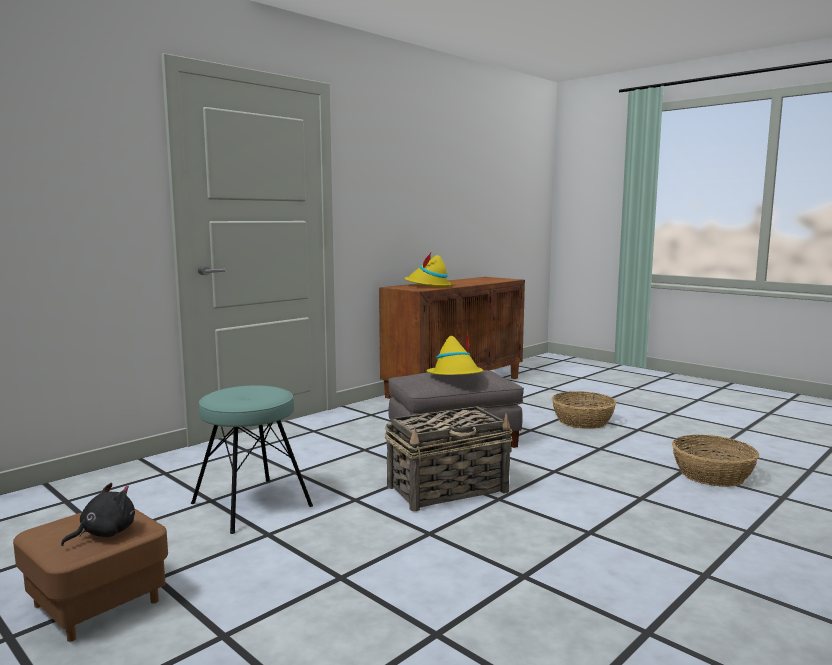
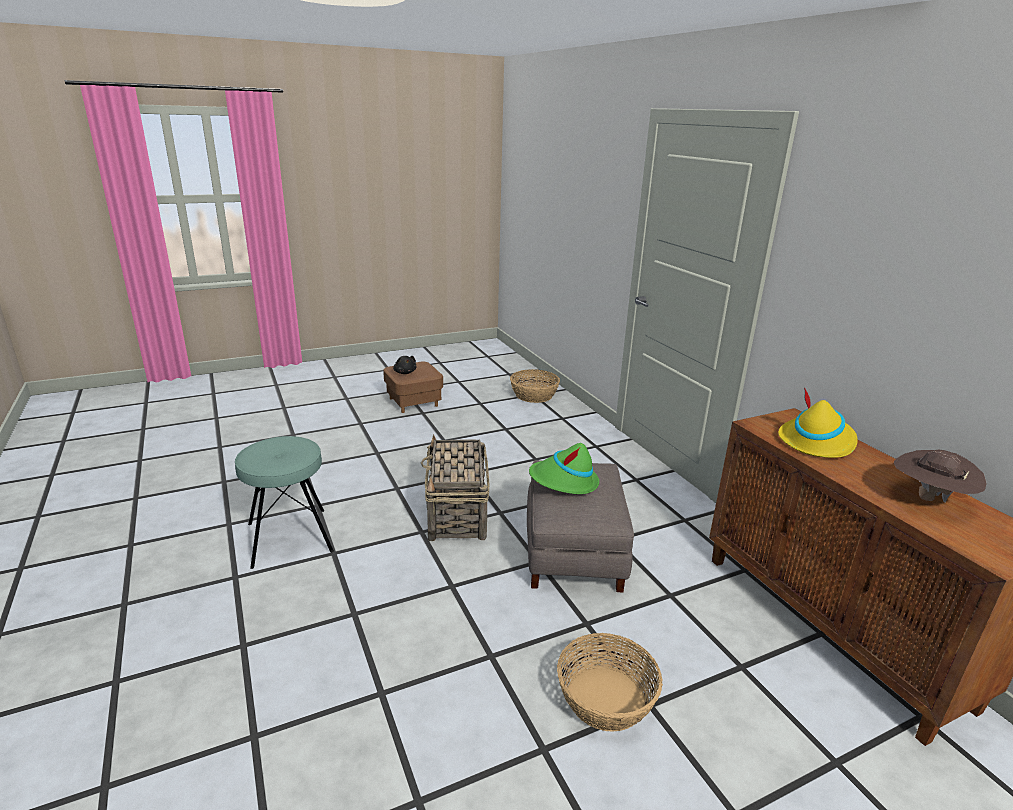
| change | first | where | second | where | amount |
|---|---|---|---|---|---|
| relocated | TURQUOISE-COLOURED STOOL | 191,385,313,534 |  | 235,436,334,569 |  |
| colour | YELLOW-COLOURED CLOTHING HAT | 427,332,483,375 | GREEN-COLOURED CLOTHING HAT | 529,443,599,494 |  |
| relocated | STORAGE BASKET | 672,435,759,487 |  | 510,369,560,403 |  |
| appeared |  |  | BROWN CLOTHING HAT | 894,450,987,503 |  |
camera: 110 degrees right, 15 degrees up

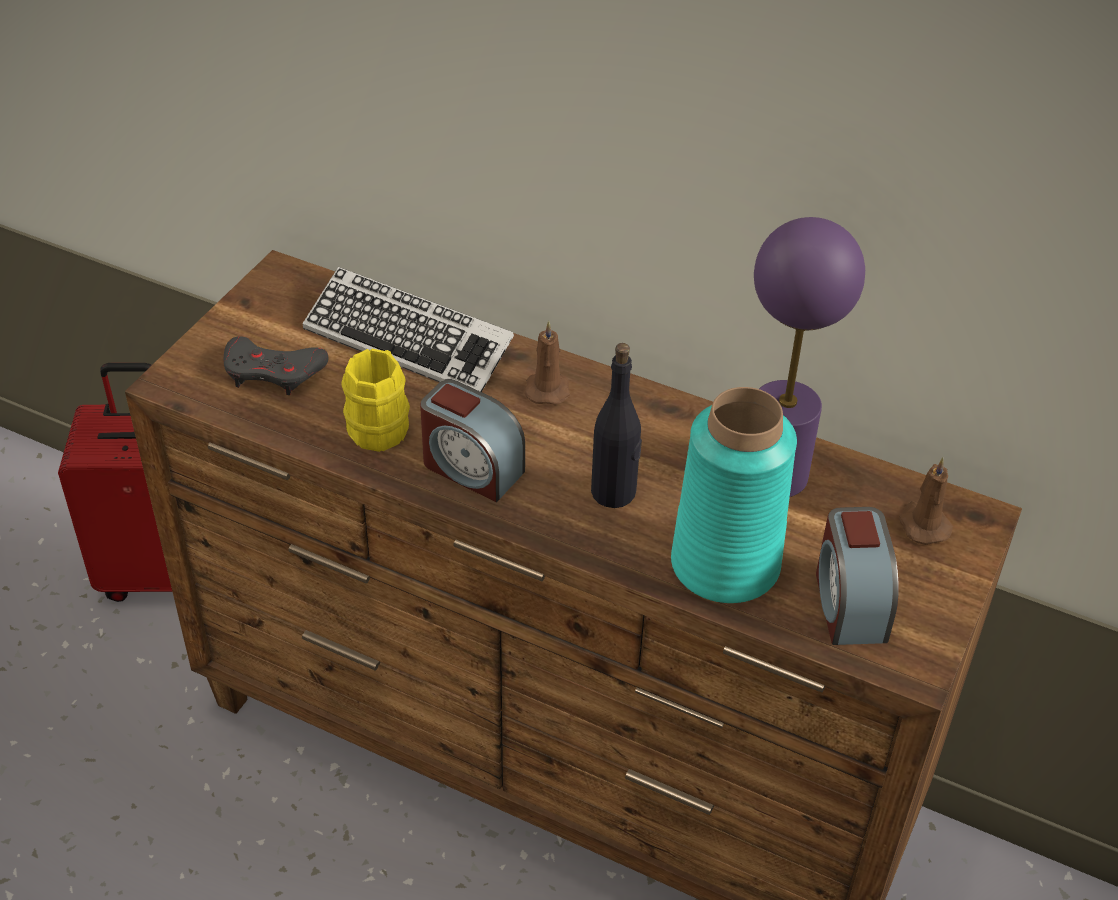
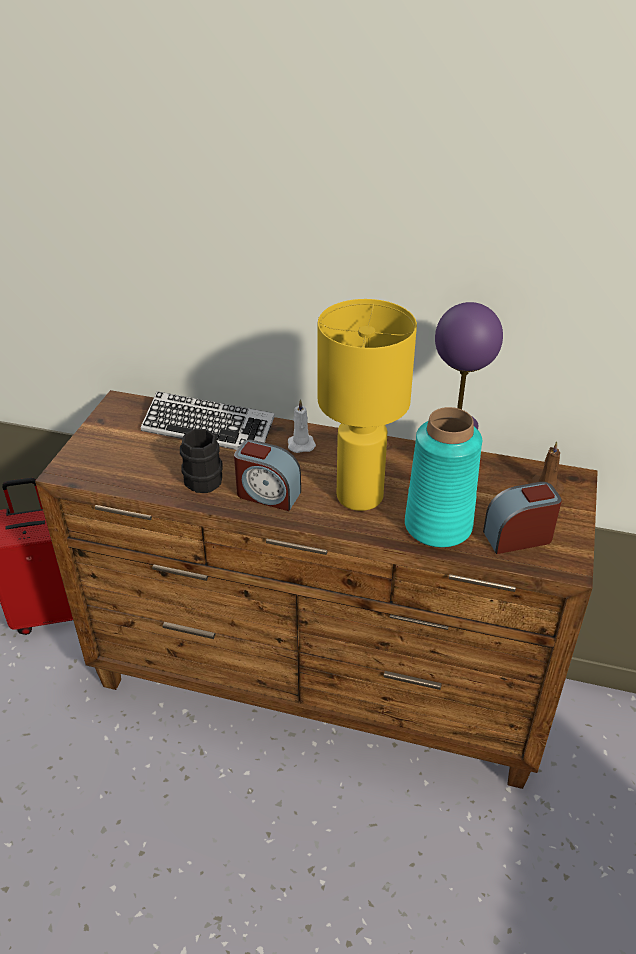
| change | first | where | second | where | amount |
|---|---|---|---|---|---|
| missing | GREY GAME CONTROLLER | 223,336,328,395 |  |  |  |
| colour | YELLOW-COLOURED TEA MUG | 341,349,410,452 | BLACK-COLOURED TEA MUG | 180,429,223,493 |  |
| colour | BROWN WAX LIGHT | 524,321,570,405 | WHITE WAX LIGHT | 288,399,316,453 |  |
| exchanged | BLACK-COLOURED BOTTLE | 591,343,642,508 | YELLOW-COLOURED LAMP FOR A TABLE | 318,299,417,511 |  |
| spun | TABLE CLOCK | 816,507,899,645 |  | 483,482,562,554 | 90 degrees clockwise |
camera: 10 degrees left, 5 degrees down

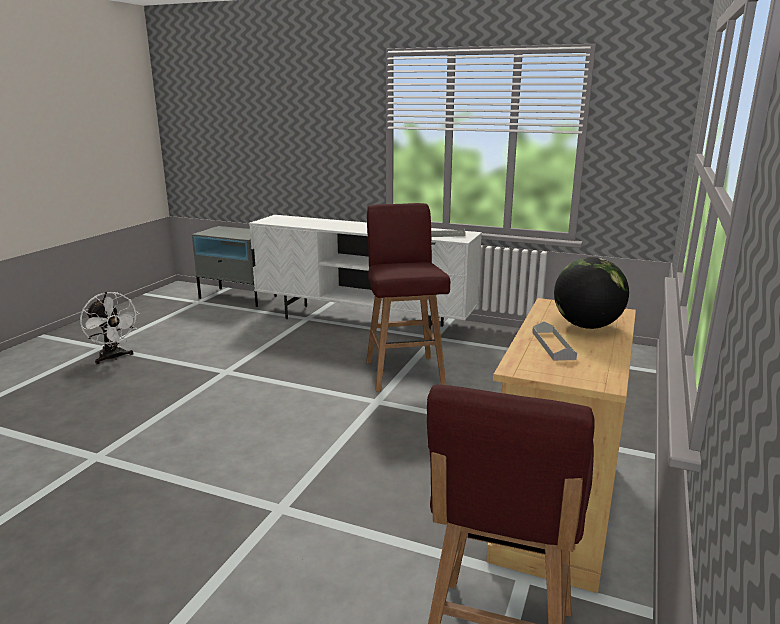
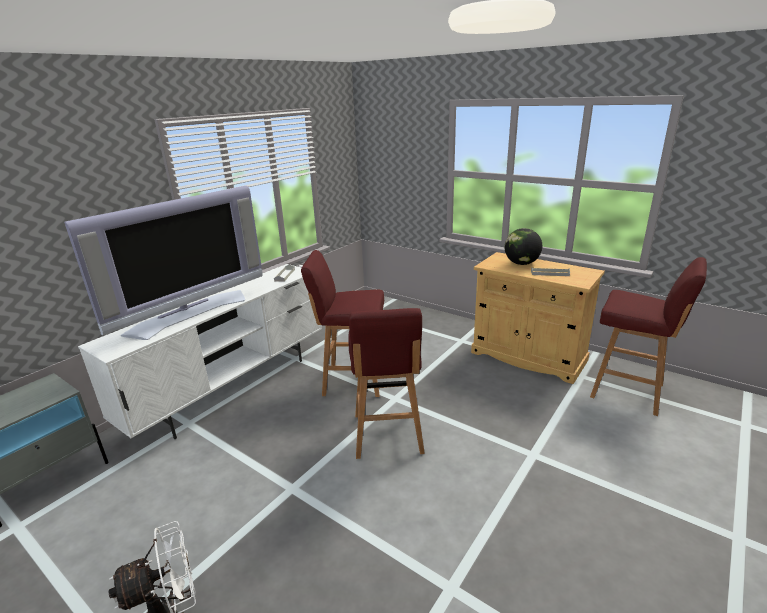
| change | first | where | second | where | amount |
|---|---|---|---|---|---|
| appeared |  |  | TV | 64,186,263,340 |  |
| appeared |  |  | RED-COLOURED STOOL | 349,308,425,459 |  |
camera: 75 degrees left, 5 degrees up

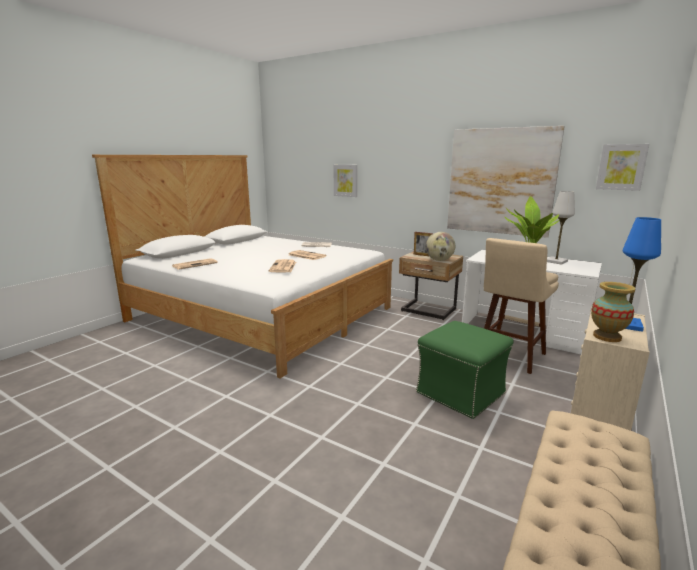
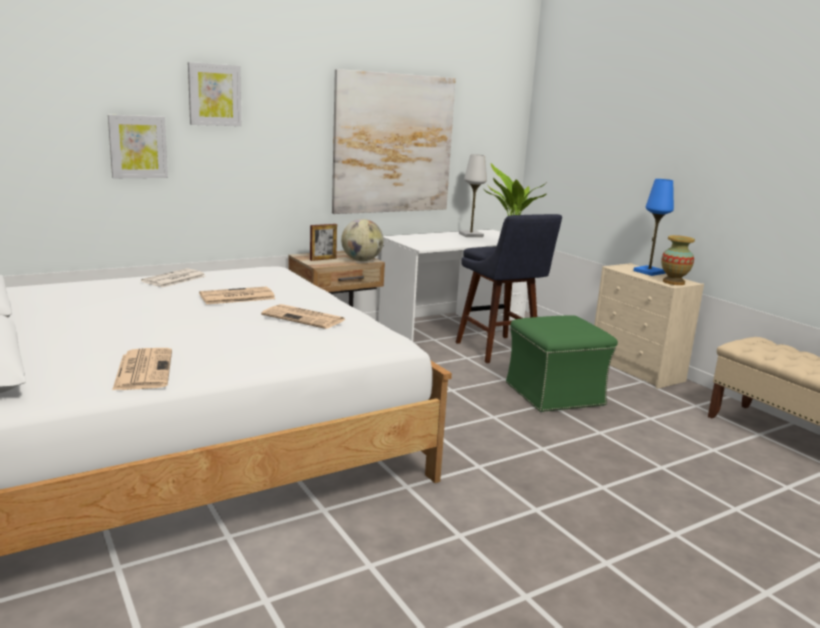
| change | first | where | second | where | amount |
|---|---|---|---|---|---|
| colour | SAND-COLOURED STOOL | 484,238,559,374 | BLUE-COLOURED STOOL | 455,214,562,363 |  |
| relocated | WALL ART | 596,144,649,191 |  | 188,62,241,126 |  |
camera: 65 degrees left, 0 degrees up

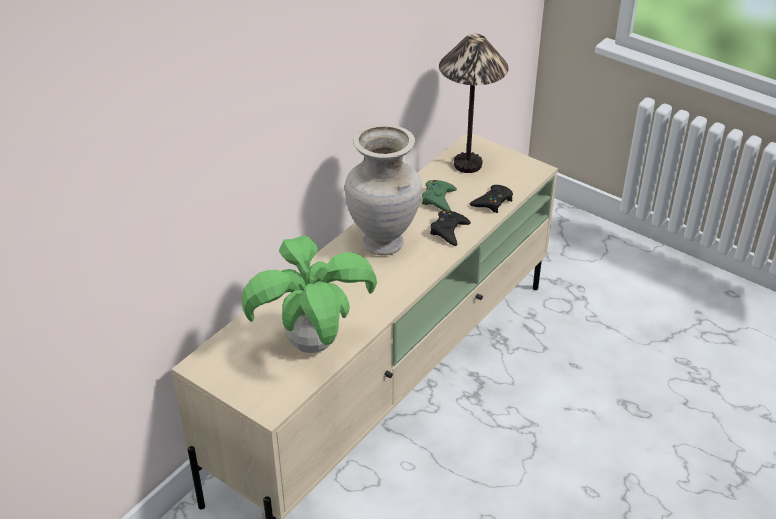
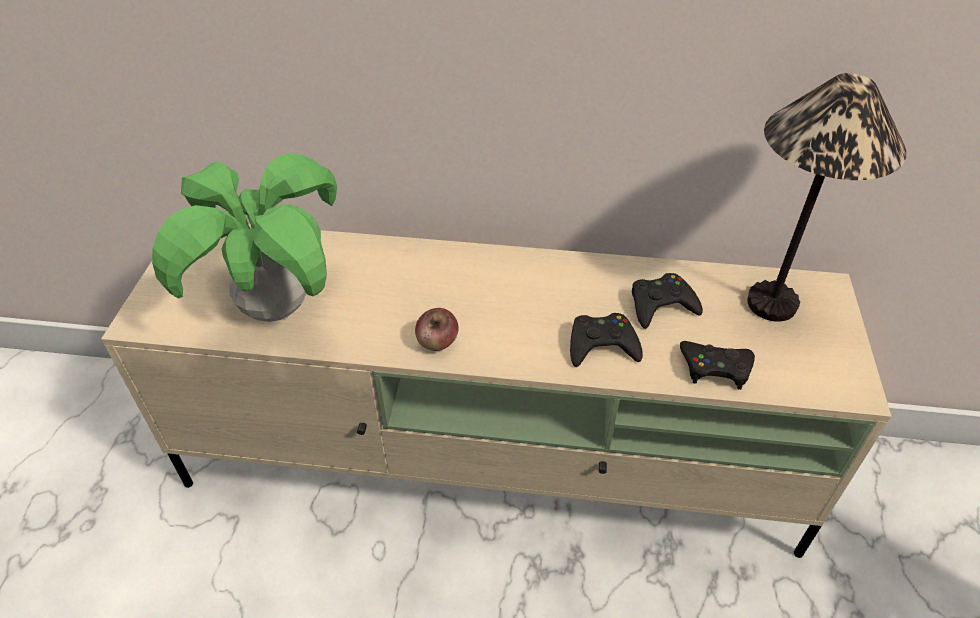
| change | first | where | second | where | amount |
|---|---|---|---|---|---|
| missing | SAND-COLOURED DECORATIVE VASE | 345,124,422,255 |  |  |  |
| colour | GREEN-COLOURED GAME CONTROLLER | 422,180,457,211 | BLACK-COLOURED GAME CONTROLLER | 632,273,703,329 |  |
| appeared |  |  | APPLE FRUIT | 415,308,459,351 |  |
camera: 60 degrees right, 5 degrees up

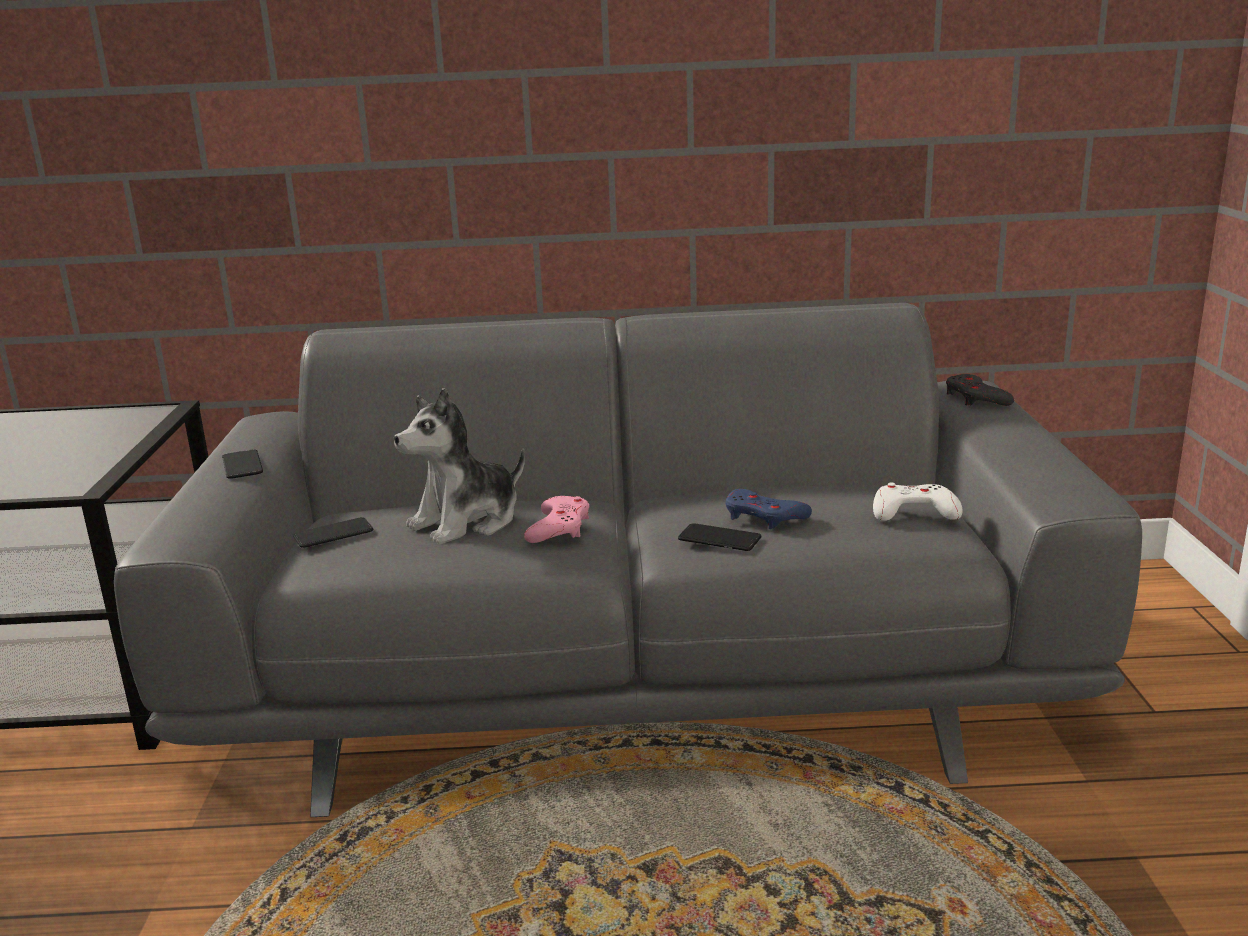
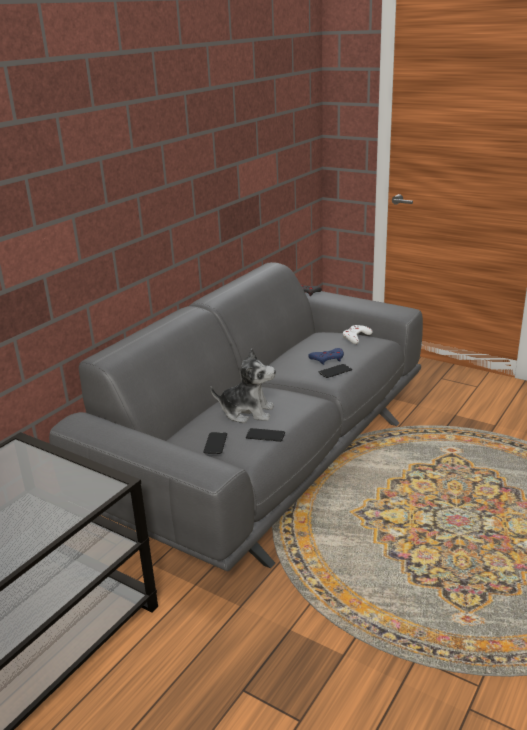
| change | first | where | second | where | amount |
|---|---|---|---|---|---|
| relocated | HANDSET | 222,449,263,479 |  | 246,428,285,442 |  |
| spun | PLUSH TOY | 394,388,525,544 |  | 210,348,276,423 | 75 degrees counterclockwise |
| missing | PINK GAME CONTROLLER | 524,496,589,543 |  |  |  |
camera: 55 degrees left, 5 degrees up

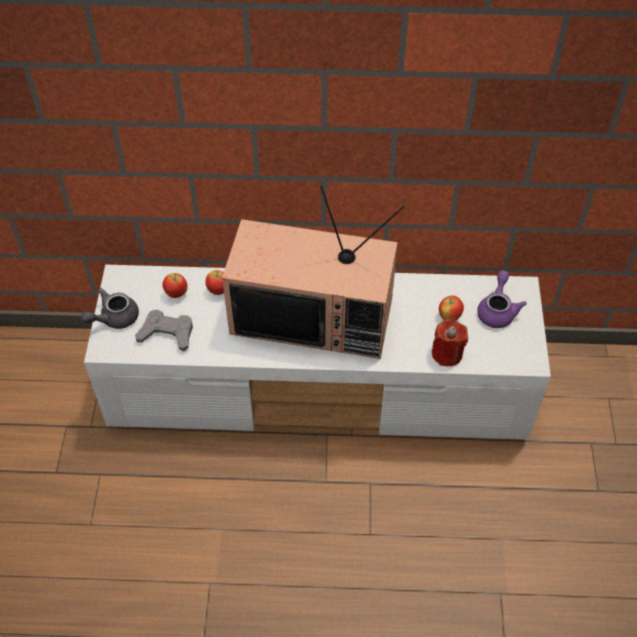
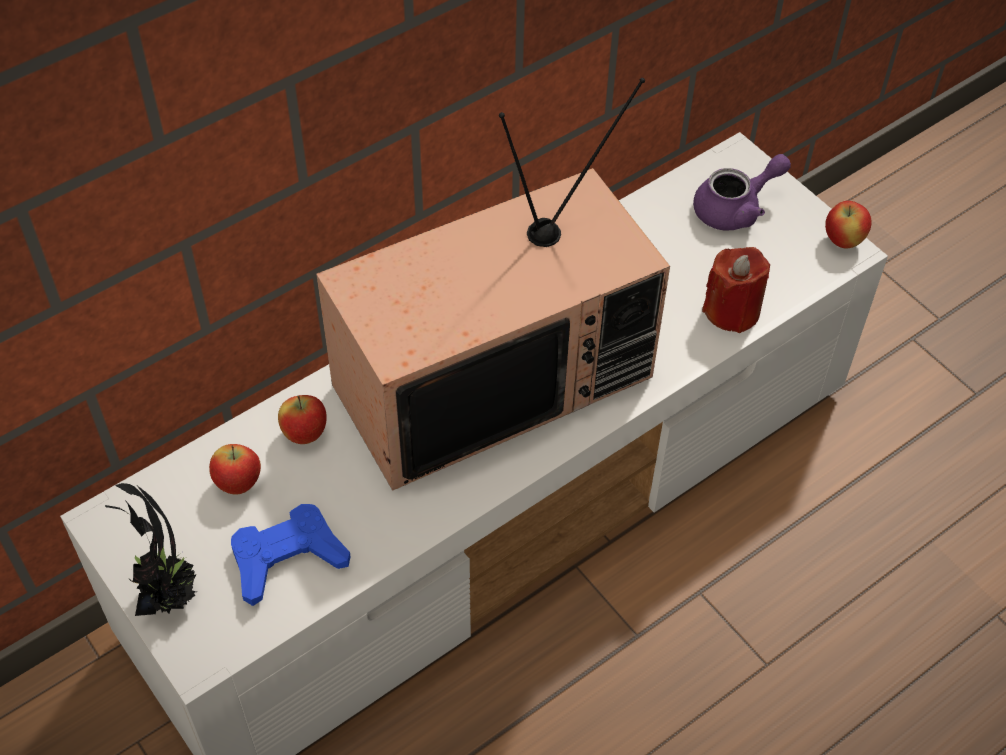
| change | first | where | second | where | amount |
|---|---|---|---|---|---|
| exchanged | GREY TEAPOT | 81,288,139,329 | PLANT IN A POT | 105,483,197,616 |  |
| colour | GREY GAME CONTROLLER | 135,310,193,351 | BLUE-COLOURED GAME CONTROLLER | 231,504,351,606 |  |
| relocated | APPLE FRUIT | 439,296,464,321 |  | 825,201,872,248 |  |
| spun | PURPLE-COLOURED TEAPOT | 477,270,527,328 |  | 693,154,791,230 | 90 degrees clockwise |
camera: 40 degrees left, 0 degrees up

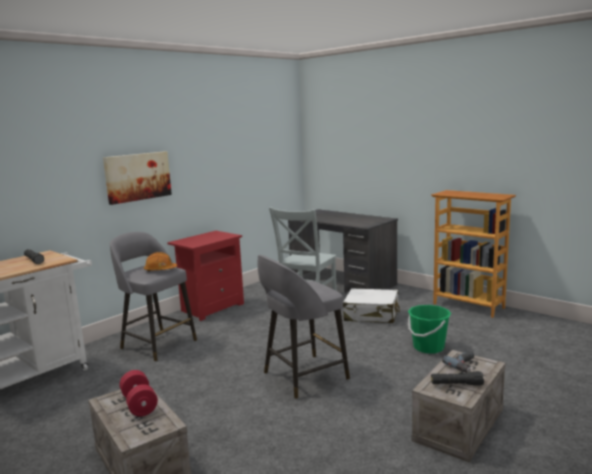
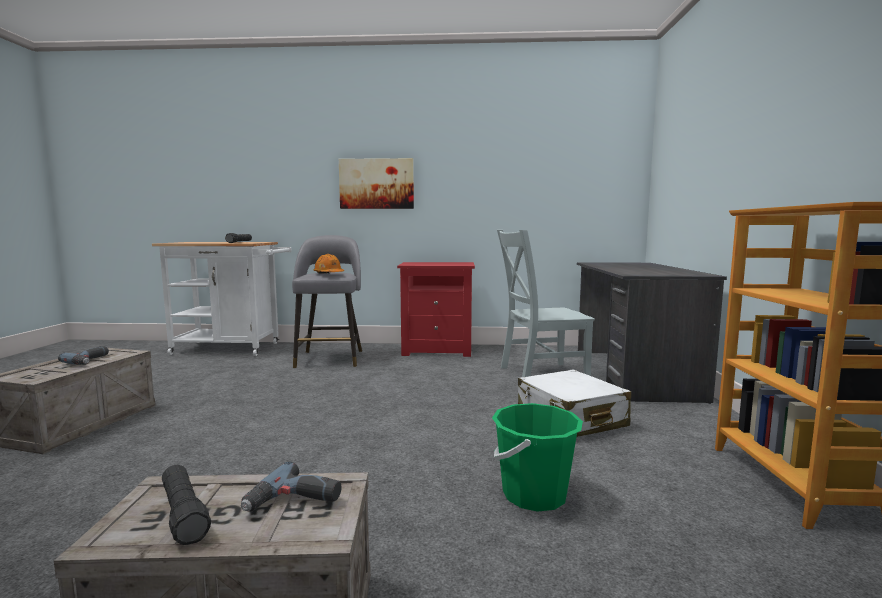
| change | first | where | second | where | amount |
|---|---|---|---|---|---|
| exchanged | RED-COLOURED HAND WEIGHT | 120,370,158,417 | ELECTRIC DRILL | 58,346,109,365 |  |
| missing | GREY STOOL | 258,255,350,399 |  |  |  |
camera: 50 degrees right, 5 degrees down

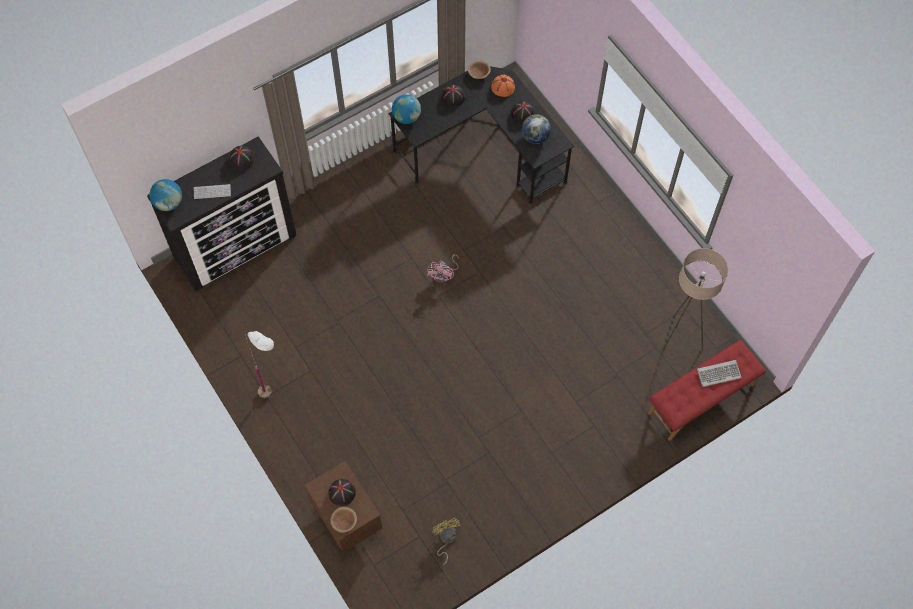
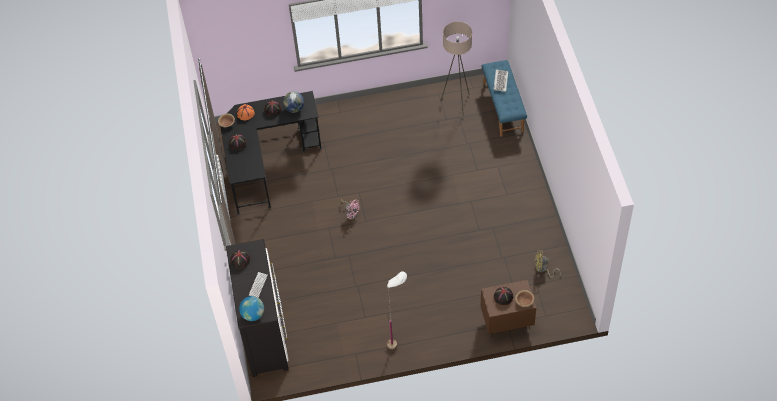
| change | first | where | second | where | amount |
|---|---|---|---|---|---|
| missing | GLOBE | 392,94,421,124 |  |  |  |
| colour | RED-COLOURED LONG SEAT | 648,340,766,441 | BLUE-COLOURED LONG SEAT | 481,60,527,137 |  |
camera: 65 degrees left, 10 degrees down

